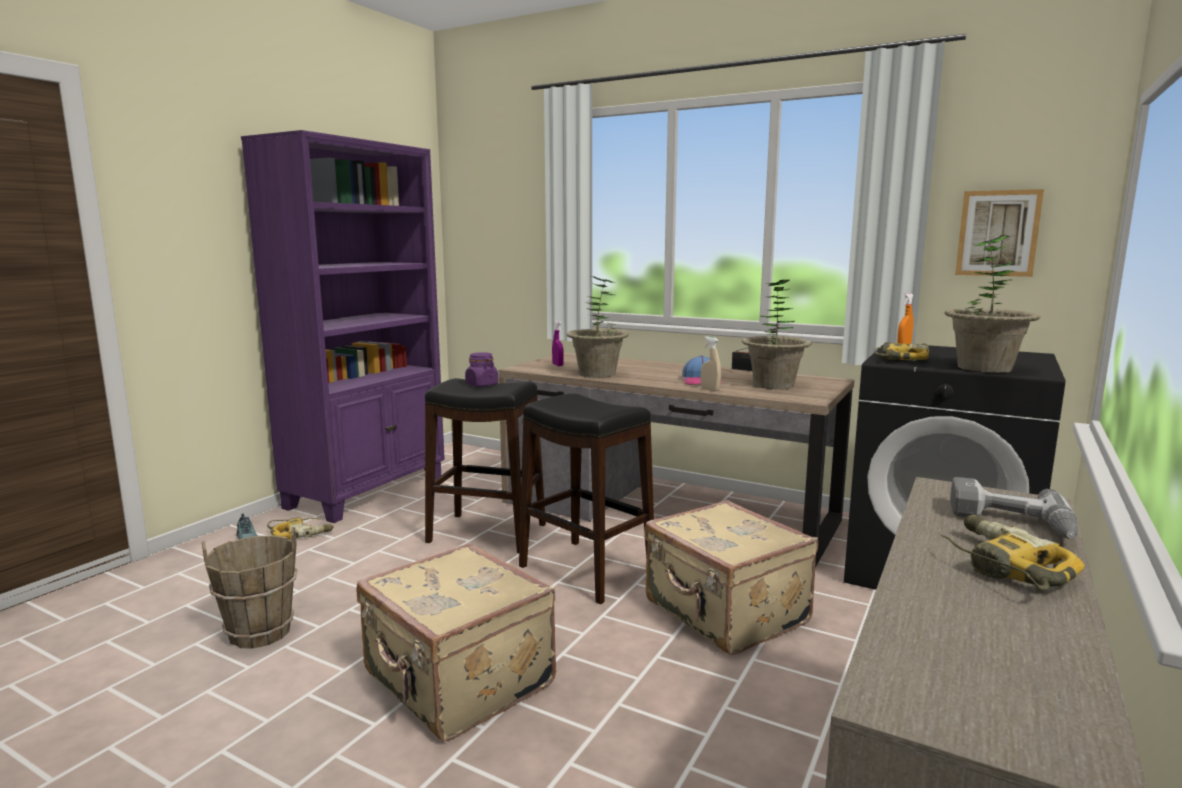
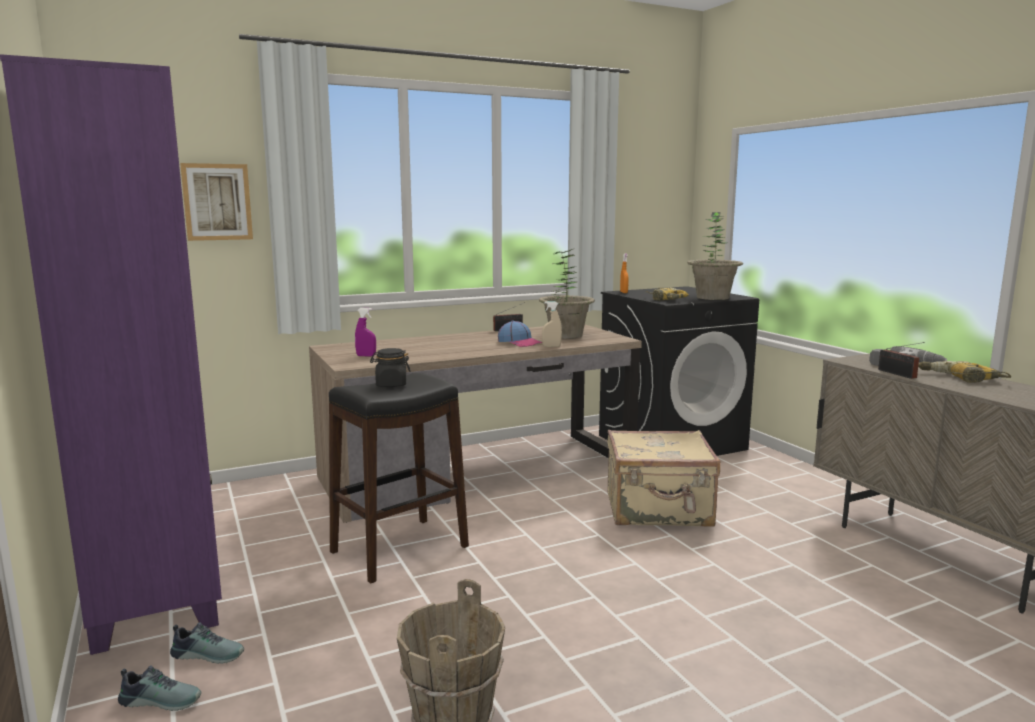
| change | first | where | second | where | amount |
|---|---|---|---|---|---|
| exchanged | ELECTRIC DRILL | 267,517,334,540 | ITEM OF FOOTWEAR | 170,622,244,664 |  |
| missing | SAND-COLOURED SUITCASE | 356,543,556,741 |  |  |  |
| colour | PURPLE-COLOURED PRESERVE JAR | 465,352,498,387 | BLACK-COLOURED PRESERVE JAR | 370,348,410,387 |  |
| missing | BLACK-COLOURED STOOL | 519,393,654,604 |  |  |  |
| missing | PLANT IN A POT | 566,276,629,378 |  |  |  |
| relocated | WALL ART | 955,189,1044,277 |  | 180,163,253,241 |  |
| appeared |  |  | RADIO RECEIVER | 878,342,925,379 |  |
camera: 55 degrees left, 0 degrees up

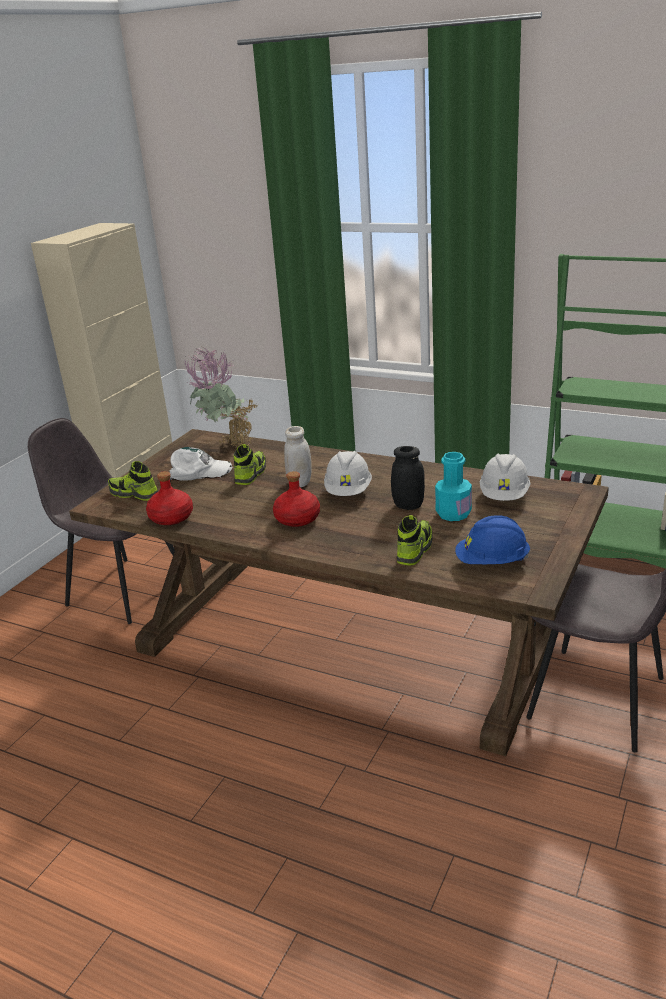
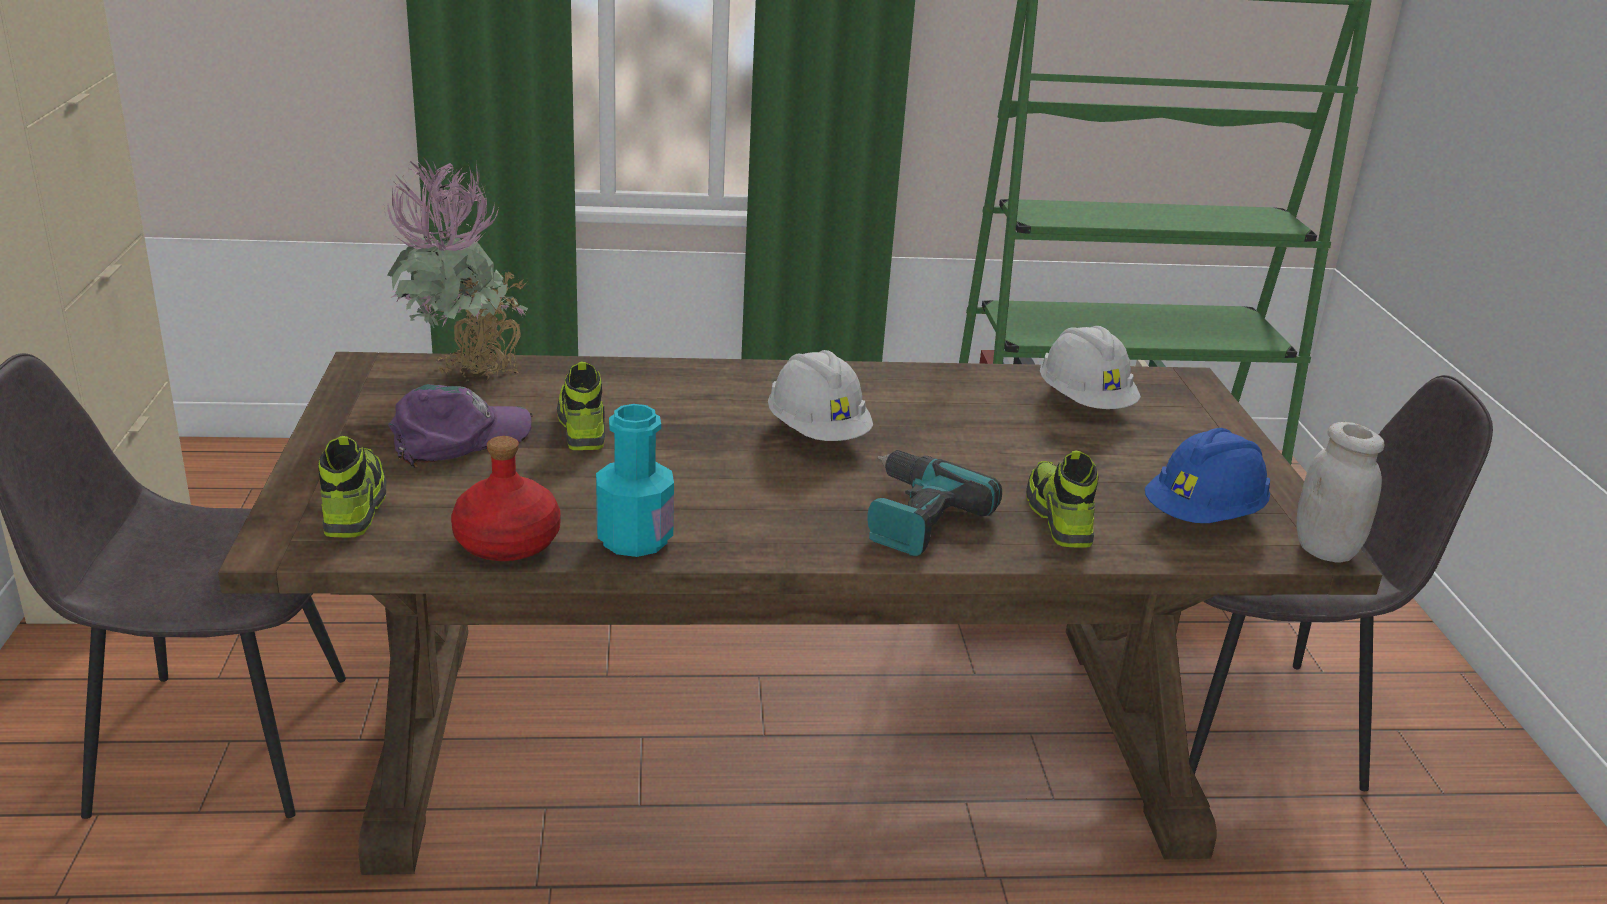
| change | first | where | second | where | amount |
|---|---|---|---|---|---|
| spun | ITEM OF FOOTWEAR | 108,461,158,501 |  | 318,436,387,538 | 90 degrees clockwise |
| colour | WHITE BASEBALL CAP | 170,447,232,482 | PURPLE-COLOURED BASEBALL CAP | 388,384,533,468 |  |
| missing | RED-COLOURED BOTTLE | 273,471,320,527 |  |  |  |
| relocated | WHITE PRESERVE JAR | 284,426,312,487 |  | 1297,422,1385,563 |  |
| missing | BLACK-COLOURED PRESERVE JAR | 391,446,425,510 |  |  |  |
| relocated | TURQUOISE-COLOURED BOTTLE | 435,452,472,521 |  | 596,404,674,557 |  |
| appeared |  |  | ELECTRIC DRILL | 867,450,1002,557 |  |
camera: 35 degrees left, 0 degrees up

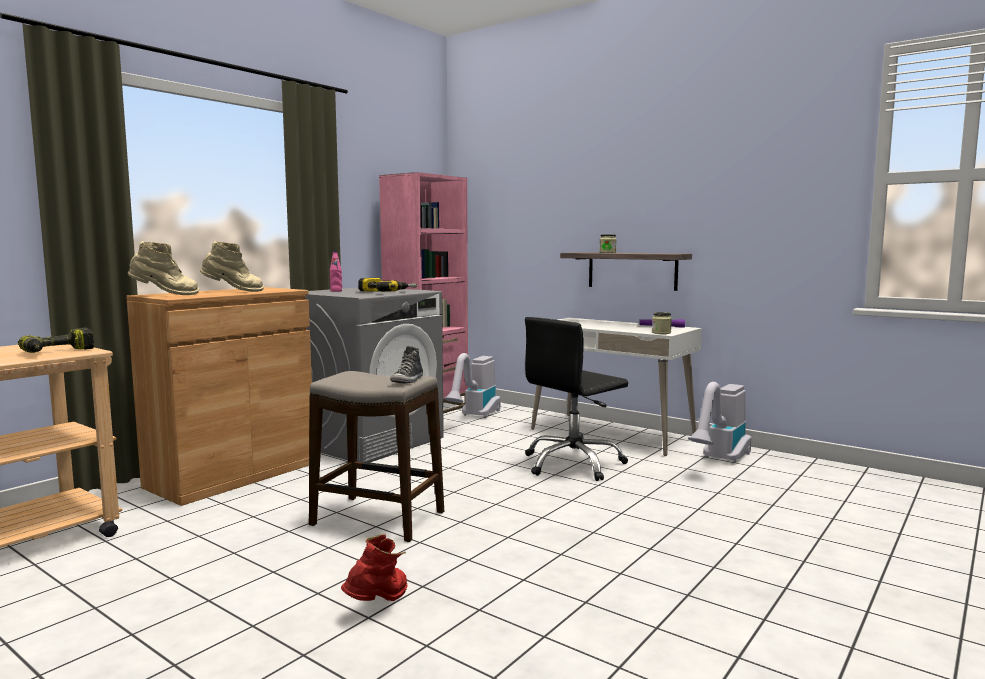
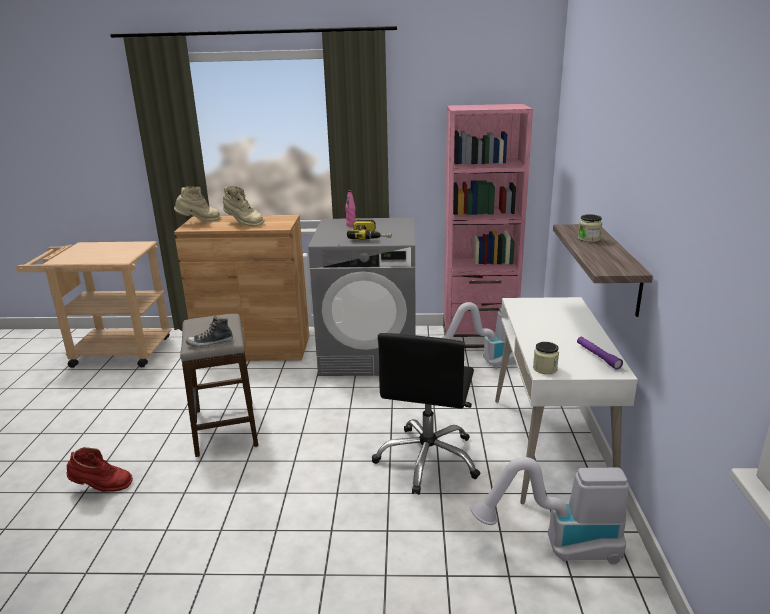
| change | first | where | second | where | amount |
|---|---|---|---|---|---|
| missing | ELECTRIC DRILL | 18,328,94,353 |  |  |  |
| spun | SAND-COLOURED TALL BOOT | 128,241,199,295 |  | 174,186,221,221 | 60 degrees counterclockwise |
| spun | BLACK-COLOURED OFFICE CHAIR | 525,317,628,481 |  | 372,333,481,495 | 90 degrees counterclockwise |
camera: 55 degrees right, 15 degrees up

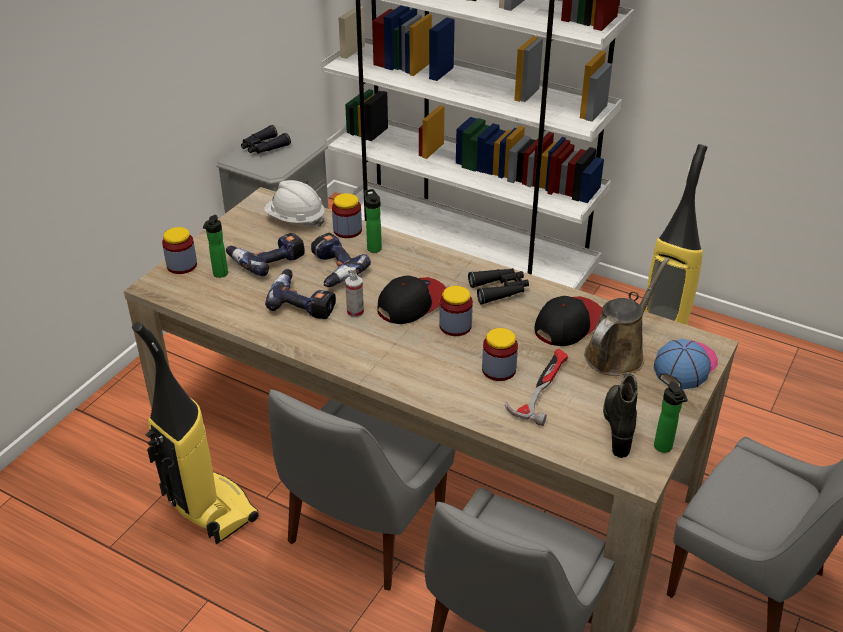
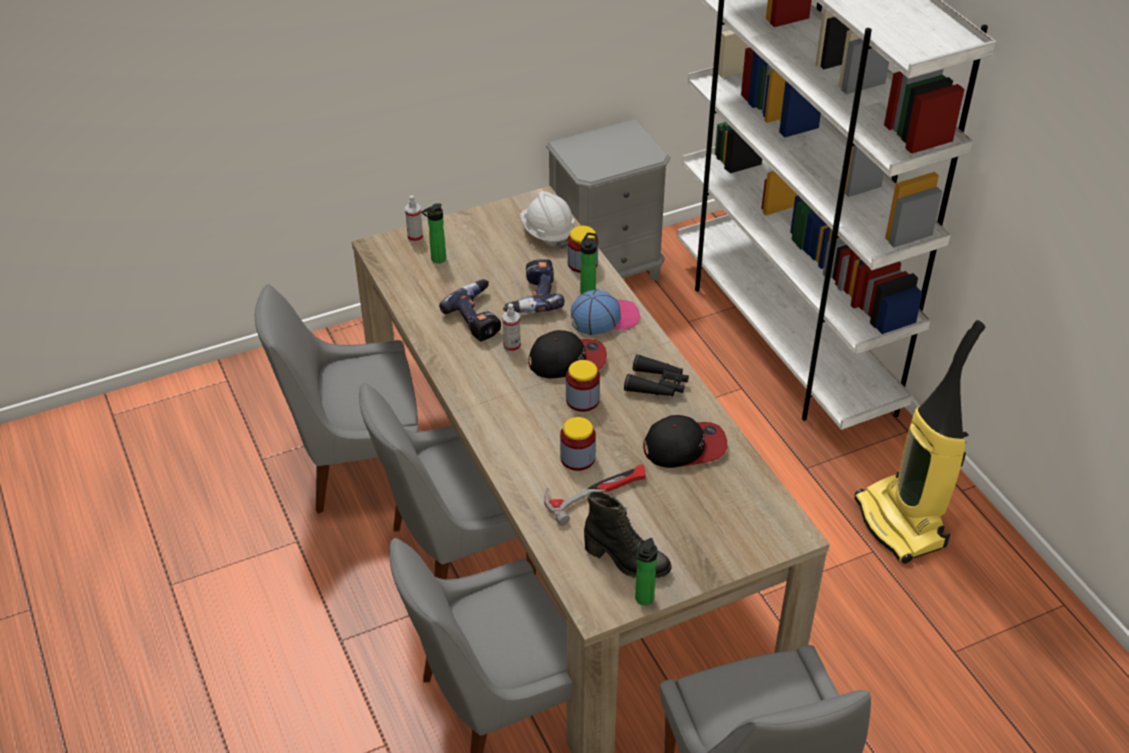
| change | first | where | second | where | amount |
|---|---|---|---|---|---|
| exchanged | HOOVER | 132,322,259,544 | GREY PLAIN CHAIR | 255,284,419,514 |  |
| exchanged | PRESERVE JAR | 162,227,197,274 | SPRAY BOTTLE | 405,195,423,243 |  |
| missing | ELECTRIC DRILL | 226,233,305,276 |  |  |  |
| missing | BLACK-COLOURED BINOCULARS | 241,125,291,154 |  |  |  |
| missing | BROWN WATERING CAN | 584,258,670,376 |  |  |  |
| spun | BLACK-COLOURED TALL BOOT | 603,373,638,458 |  | 584,491,671,578 | 75 degrees clockwise |
| relocated | BASEBALL CAP | 654,339,718,389 |  | 571,290,641,335 |  |
camera: 35 degrees right, 5 degrees up

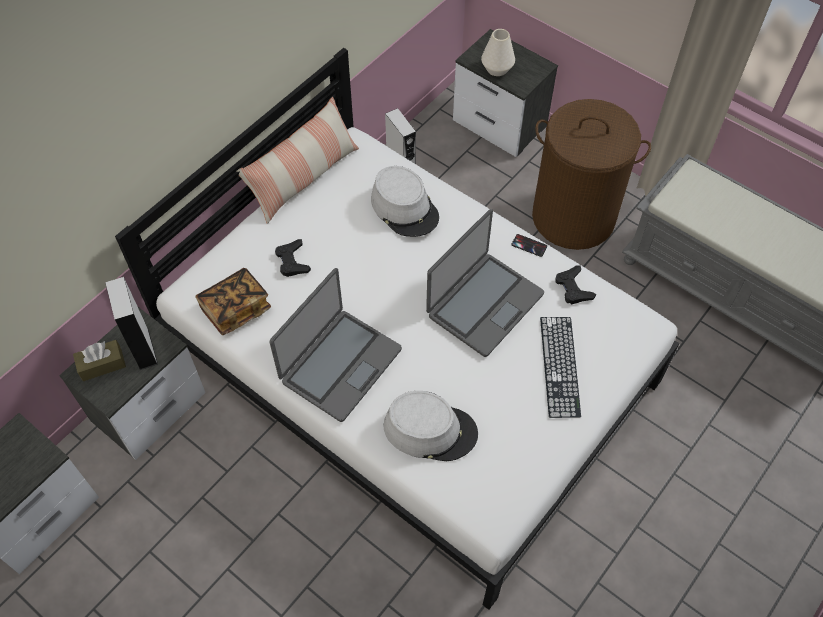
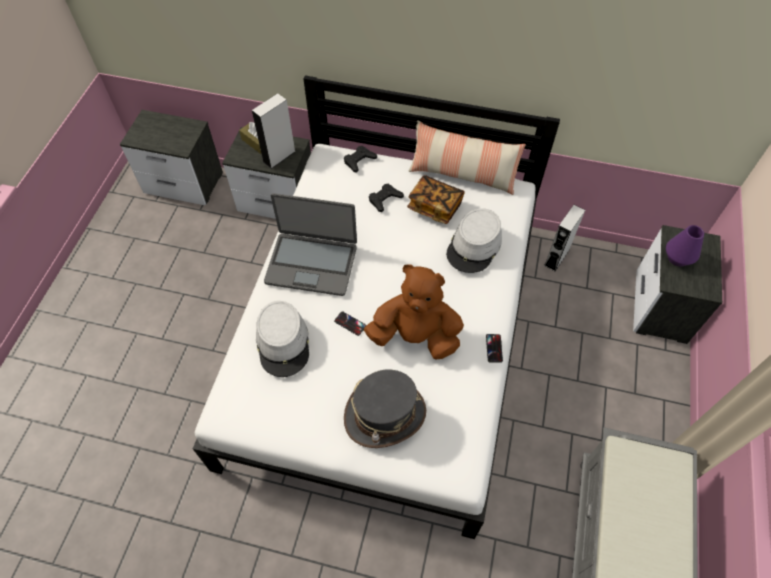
| change | first | where | second | where | amount |
|---|---|---|---|---|---|
| relocated | VOLUME | 195,268,271,335 |  | 407,175,465,224 |  |
| exchanged | NOTEBOOK COMPUTER | 426,209,544,357 | BROWN PLUSH TOY | 364,264,464,359 |  |
| colour | WHITE DECORATIVE VASE | 481,29,515,76 | PURPLE-COLOURED DECORATIVE VASE | 666,225,704,266 |  |
| missing | BROWN WASHING BASKET | 532,99,651,250 |  |  |  |
| exchanged | KEYBOARD | 540,317,581,418 | GREY CLOTHING HAT | 344,370,426,448 |  |
| relocated | BLACK-COLOURED GAME CONTROLLER | 555,265,596,305 |  | 344,146,377,173 |  |
| appeared |  |  | HANDSET | 334,311,366,336 |  |
camera: 65 degrees right, 0 degrees up

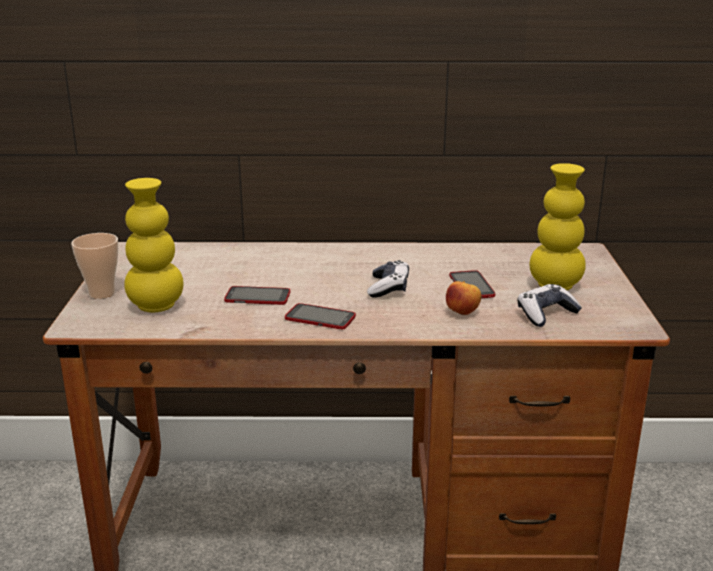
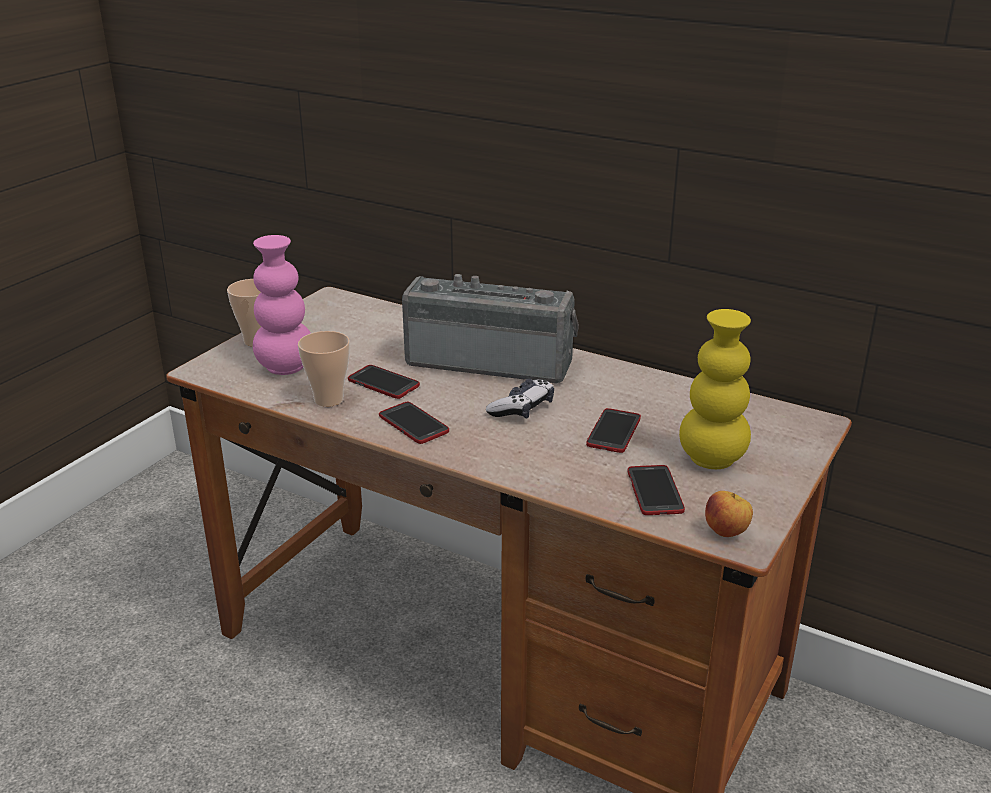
| change | first | where | second | where | amount |
|---|---|---|---|---|---|
| colour | YELLOW-COLOURED DECORATIVE VASE | 124,178,183,312 | PINK DECORATIVE VASE | 253,235,310,375 |  |
| relocated | APPLE FRUIT | 446,281,481,315 |  | 705,491,753,537 |  |
| exchanged | GAME CONTROLLER | 517,284,582,327 | HANDSET | 628,465,685,515 |  |
| appeared |  |  | CUP | 298,331,350,407 |  |
| appeared |  |  | RADIO RECEIVER | 402,274,579,383 |  |
camera: 30 degrees right, 5 degrees up

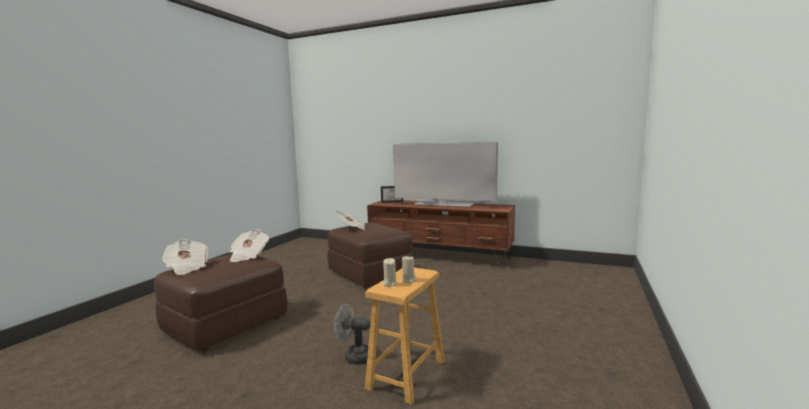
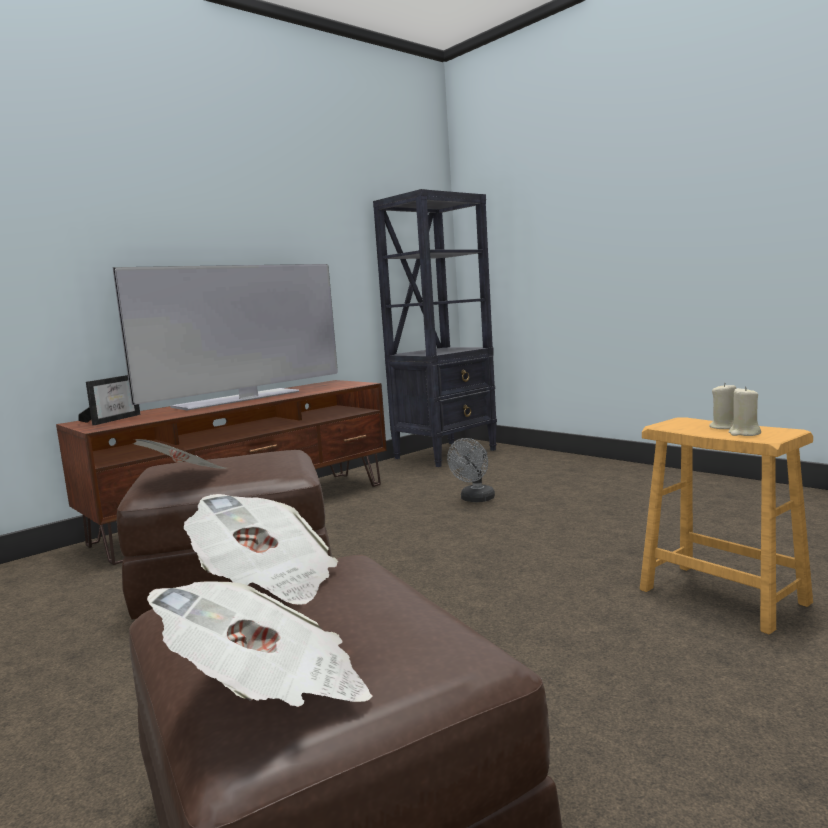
| change | first | where | second | where | amount |
|---|---|---|---|---|---|
| relocated | GREY COOLING FAN | 334,304,370,365 |  | 447,438,495,502 |  |
| appeared |  |  | BLACK-COLOURED BOOKCASE | 373,189,497,467 |  |
camera: 65 degrees left, 0 degrees up

